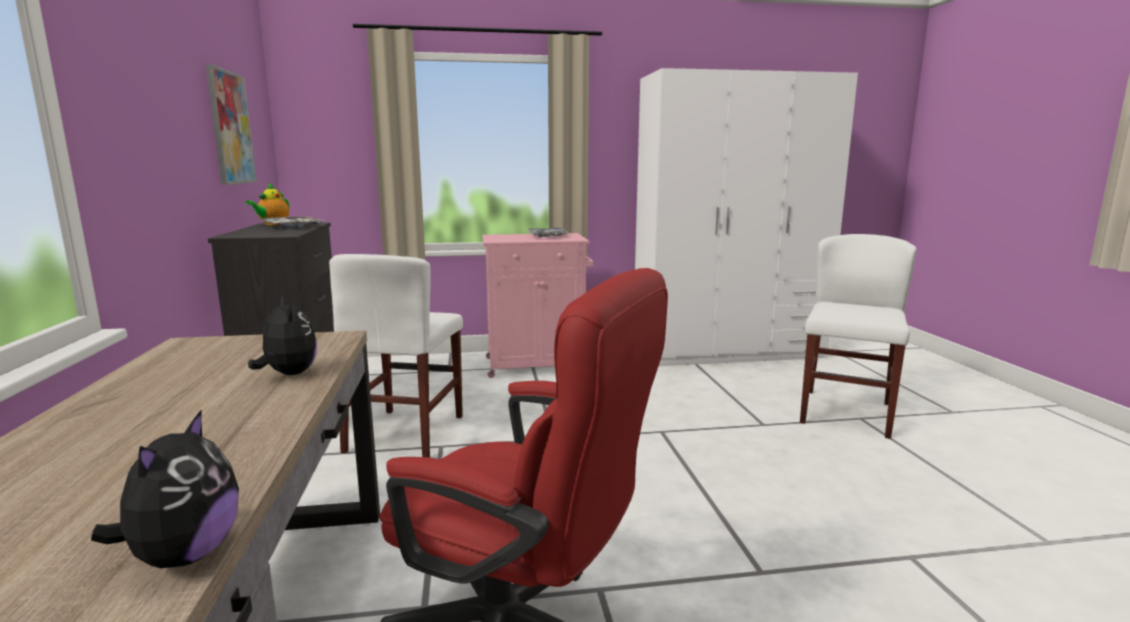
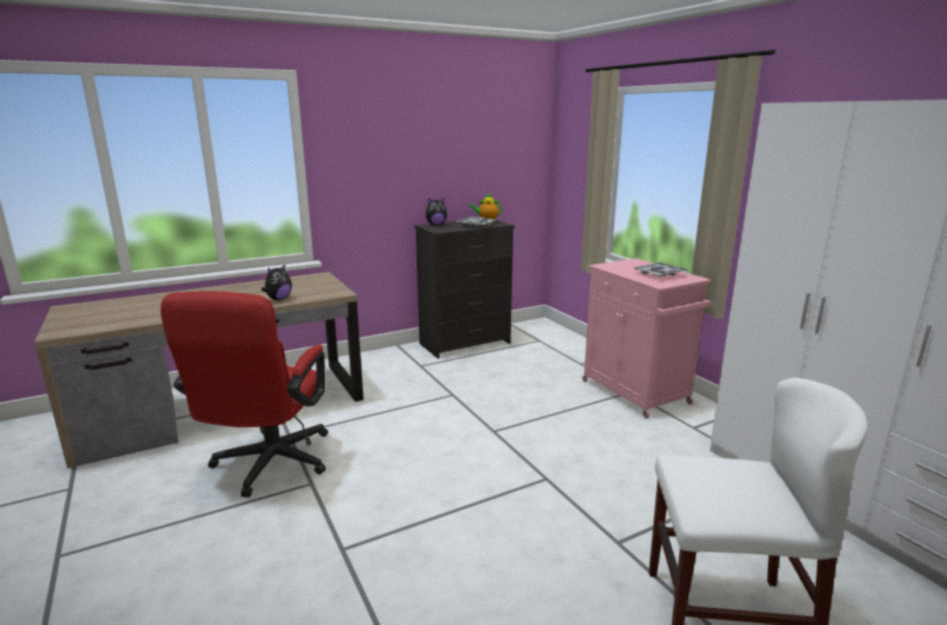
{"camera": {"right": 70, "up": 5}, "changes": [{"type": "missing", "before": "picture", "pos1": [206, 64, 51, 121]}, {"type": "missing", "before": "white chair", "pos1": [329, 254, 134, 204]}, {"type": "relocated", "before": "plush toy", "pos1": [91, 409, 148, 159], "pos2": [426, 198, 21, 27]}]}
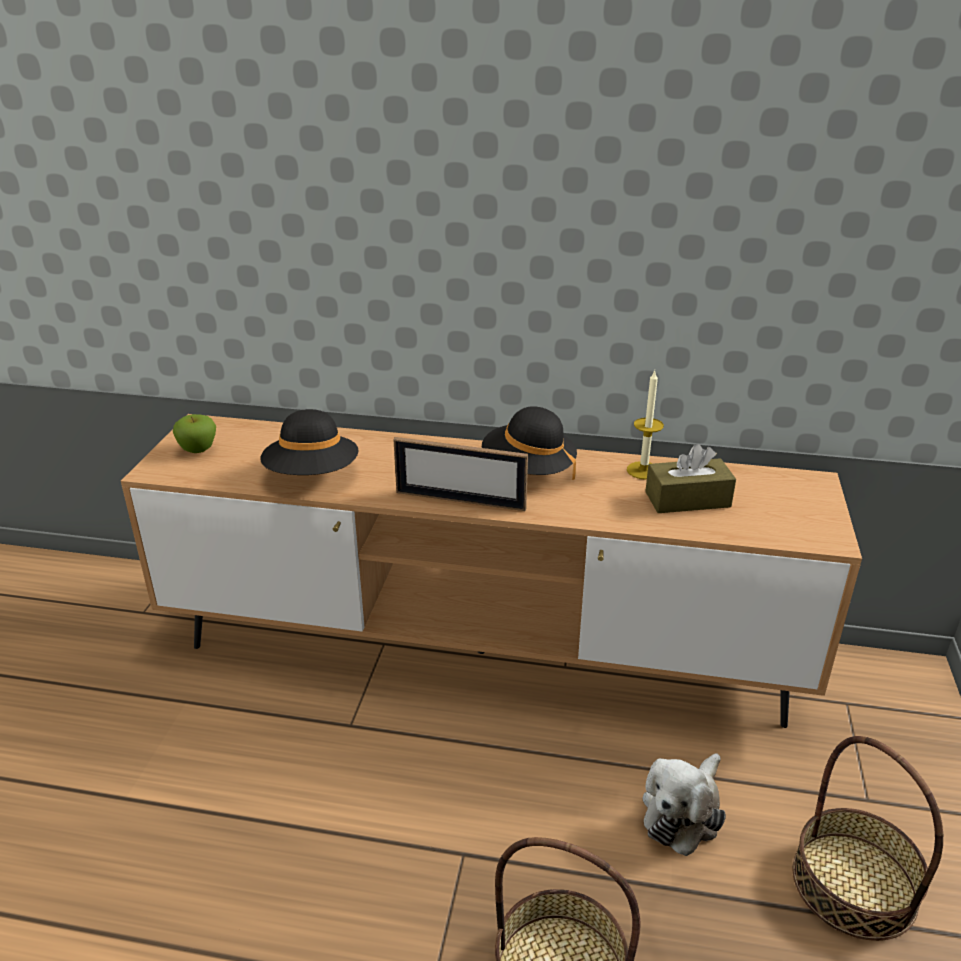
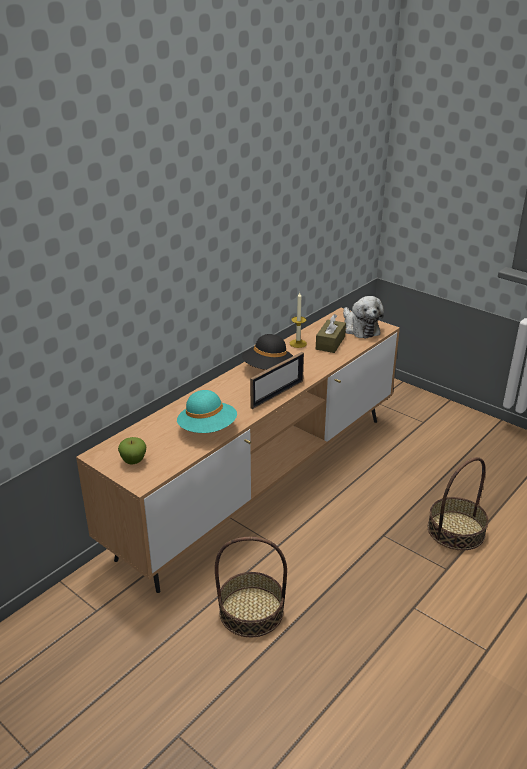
{"camera": {"right": -60, "up": 0}, "changes": [{"type": "relocated", "before": "plush toy", "pos1": [643, 753, 83, 103], "pos2": [343, 296, 41, 43]}, {"type": "relocated", "before": "basket", "pos1": [792, 736, 151, 205], "pos2": [215, 537, 72, 100]}, {"type": "colour", "before": "black hat", "after": "turquoise hat", "pos1": [260, 409, 98, 66], "pos2": [177, 390, 60, 43]}]}
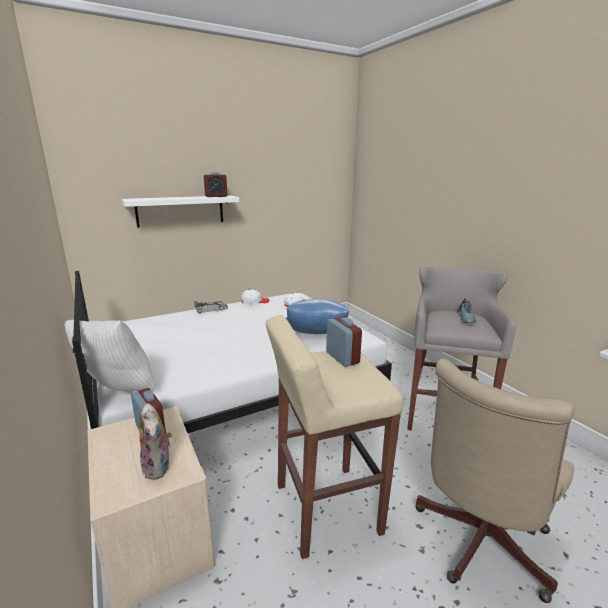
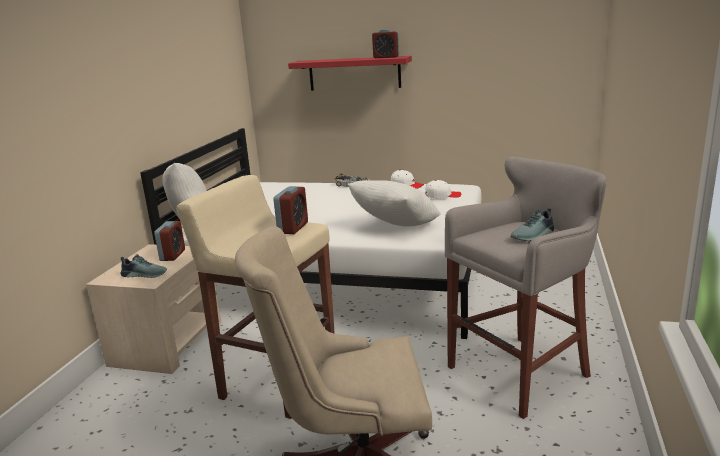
{"camera": {"right": 45, "up": 0}, "changes": [{"type": "exchanged", "before": "plush toy", "after": "shoe", "pos1": [139, 403, 33, 77], "pos2": [120, 254, 47, 24]}, {"type": "colour", "before": "white shelf", "after": "red shelf", "pos1": [121, 195, 118, 33], "pos2": [288, 56, 124, 35]}, {"type": "colour", "before": "blue pillow", "after": "white pillow", "pos1": [286, 299, 63, 35], "pos2": [348, 180, 93, 46]}]}
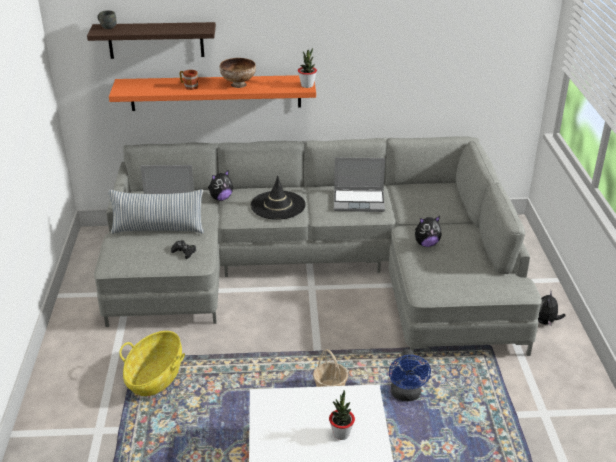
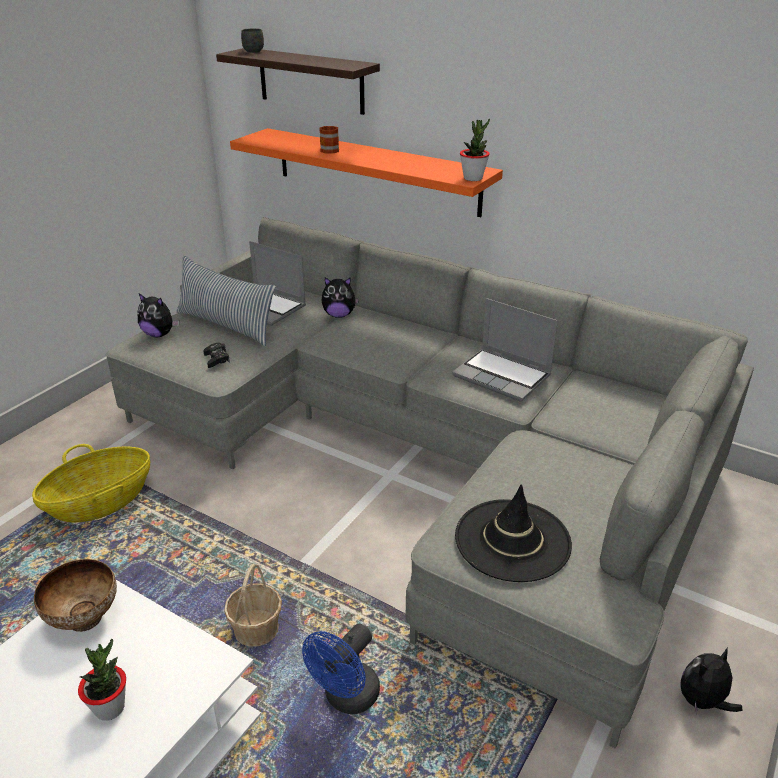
{"camera": {"right": 35, "up": 0}, "changes": [{"type": "relocated", "before": "bowl", "pos1": [220, 58, 36, 30], "pos2": [34, 559, 83, 73]}, {"type": "relocated", "before": "black hat", "pos1": [251, 175, 54, 45], "pos2": [455, 484, 117, 98]}, {"type": "relocated", "before": "plush toy", "pos1": [415, 216, 27, 31], "pos2": [137, 293, 42, 44]}]}
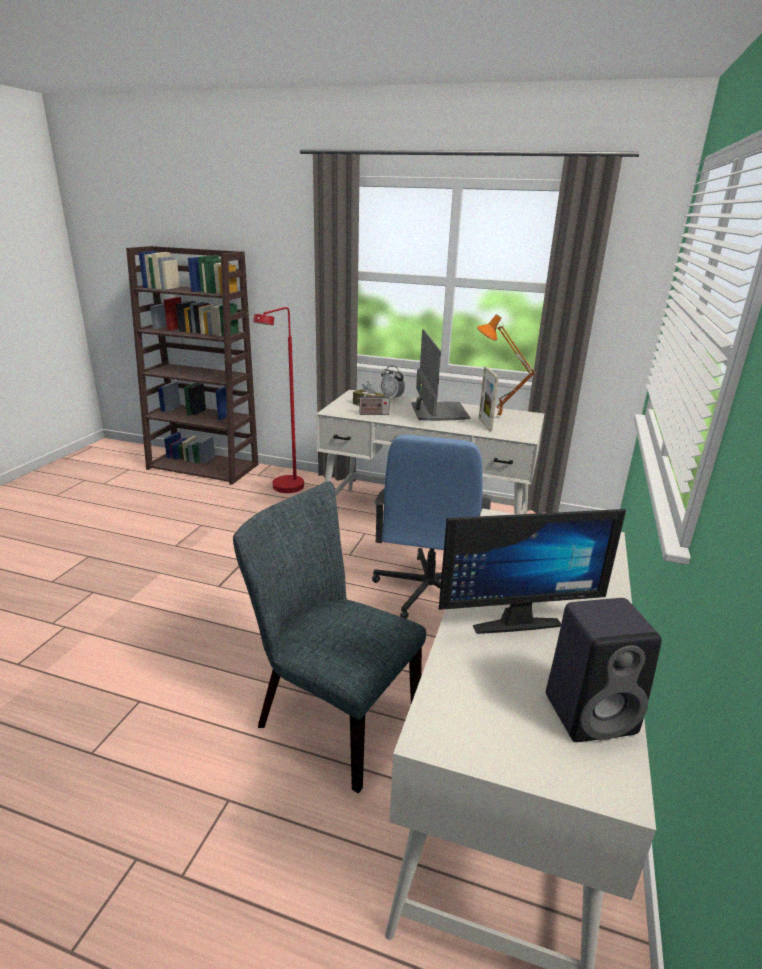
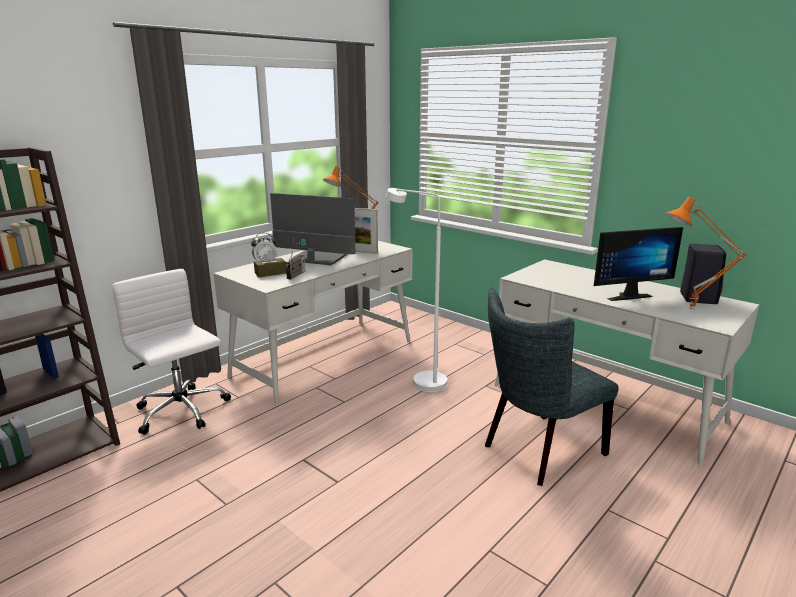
{"camera": {"right": -65, "up": -5}, "changes": [{"type": "appeared", "after": "orange table lamp", "pos2": [666, 197, 81, 112]}, {"type": "exchanged", "before": "red floor lamp", "after": "white office chair", "pos1": [253, 307, 51, 186], "pos2": [112, 269, 119, 166]}, {"type": "exchanged", "before": "blue office chair", "after": "white floor lamp", "pos1": [372, 435, 119, 184], "pos2": [386, 188, 61, 204]}, {"type": "spun", "before": "monitor", "pos1": [439, 509, 187, 125], "pos2": [594, 227, 89, 74], "turn": 60}]}
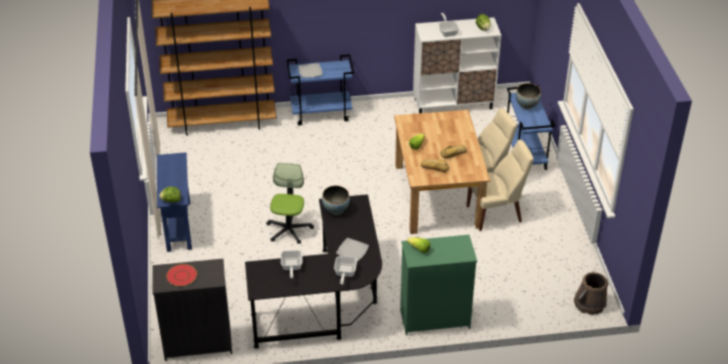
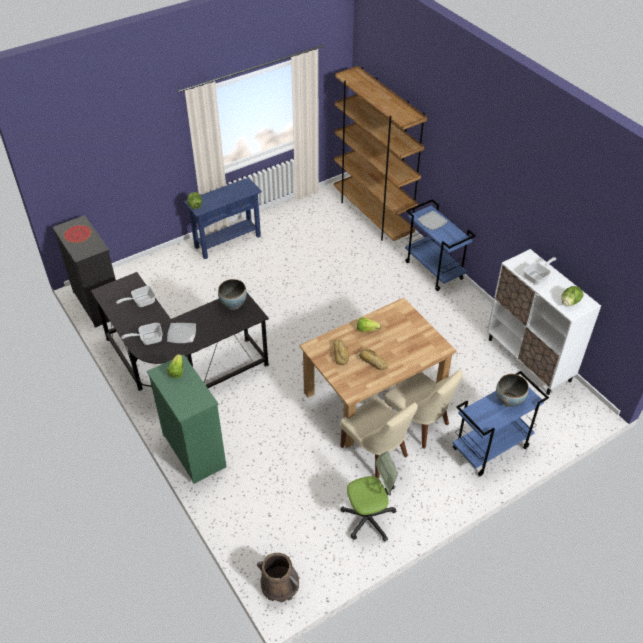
{"camera": {"right": 65, "up": 5}, "changes": [{"type": "relocated", "before": "office chair", "pos1": [266, 163, 48, 81], "pos2": [340, 452, 58, 90]}]}
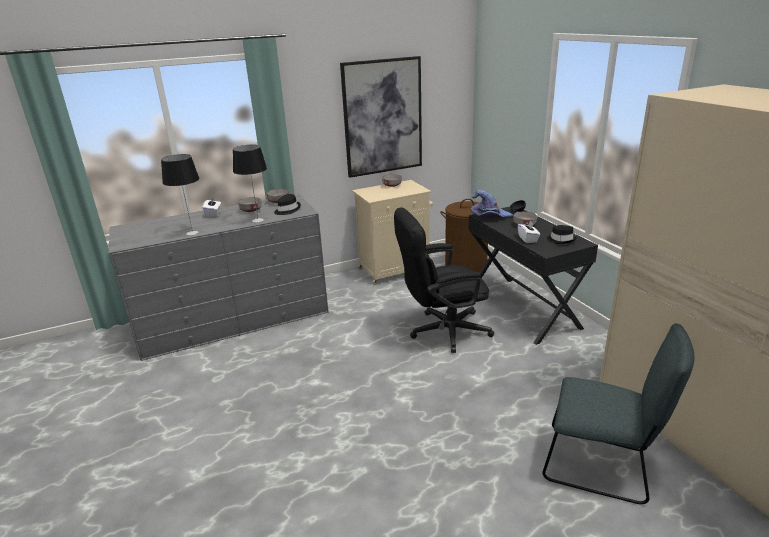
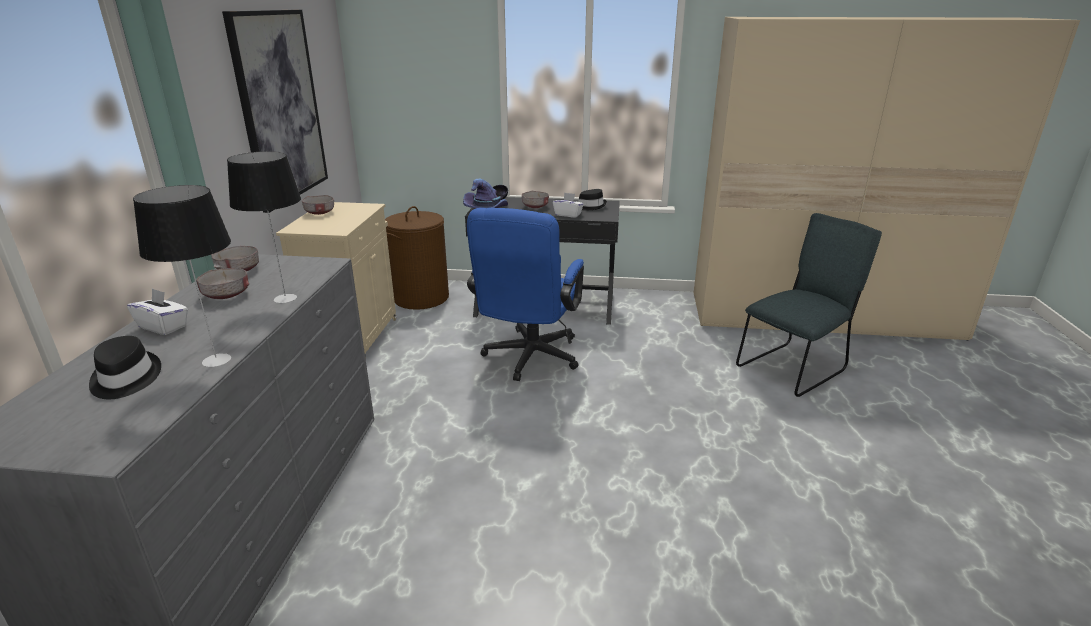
{"camera": {"right": -60, "up": 0}, "changes": [{"type": "relocated", "before": "black hat", "pos1": [274, 194, 27, 21], "pos2": [89, 336, 72, 63]}, {"type": "colour", "before": "black office chair", "after": "blue office chair", "pos1": [394, 208, 100, 145], "pos2": [467, 208, 117, 173]}]}
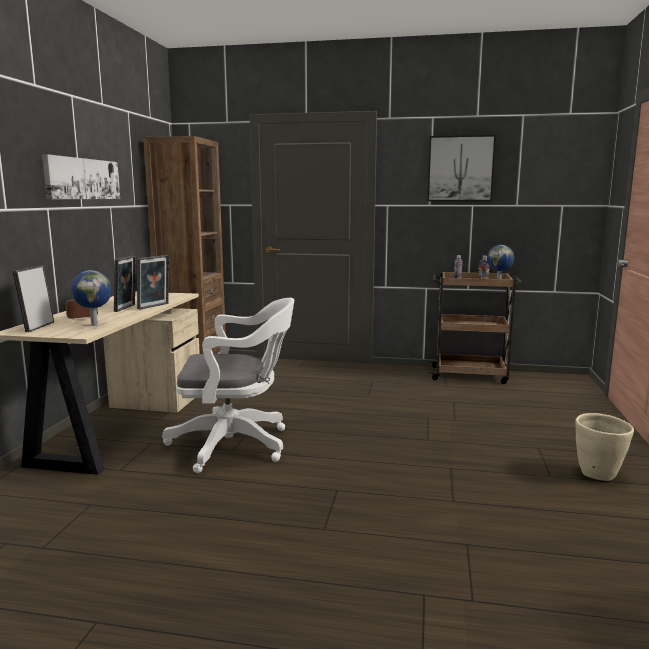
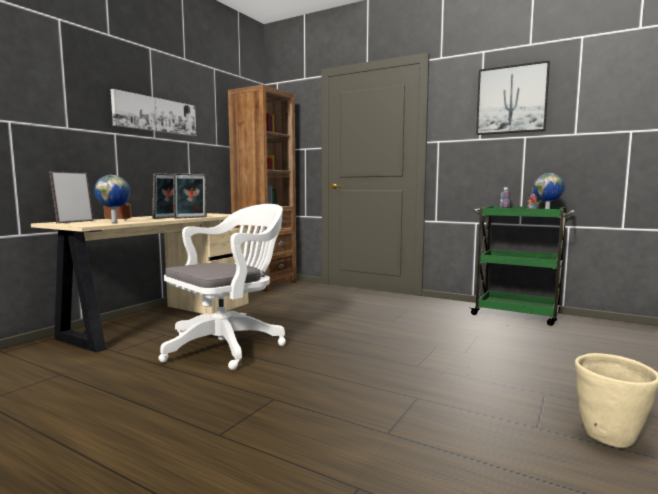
{"camera": {"right": 20, "up": -5}, "changes": [{"type": "colour", "before": "brown cart", "after": "green cart", "pos1": [429, 272, 94, 112], "pos2": [468, 206, 107, 120]}, {"type": "spun", "before": "white office chair", "pos1": [162, 298, 132, 175], "pos2": [159, 204, 127, 166], "turn": -60}]}
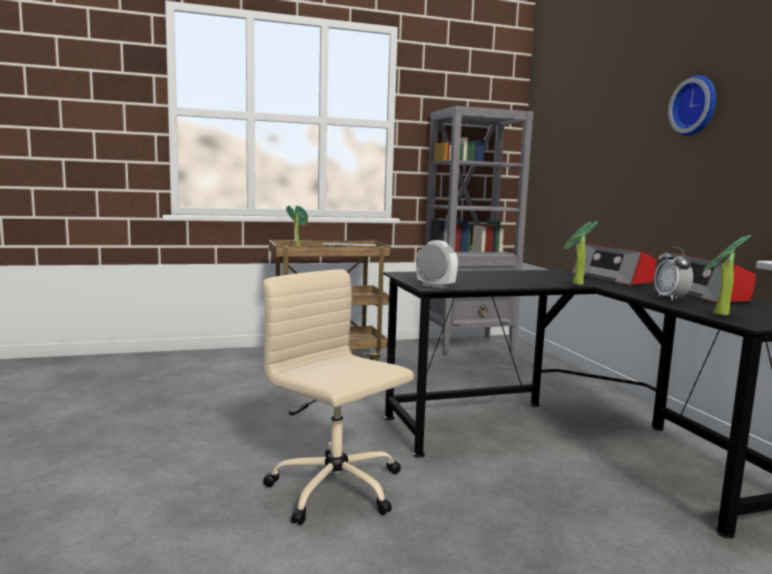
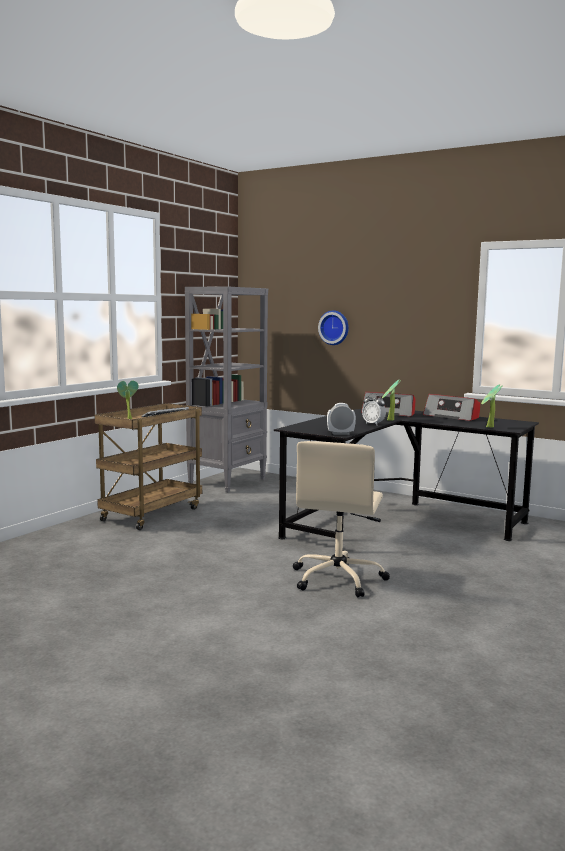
{"camera": {"right": -40, "up": 0}, "changes": [{"type": "relocated", "before": "alarm clock", "pos1": [654, 247, 39, 54], "pos2": [362, 393, 24, 32]}, {"type": "relocated", "before": "wall clock", "pos1": [668, 75, 48, 61], "pos2": [318, 310, 31, 35]}, {"type": "spun", "before": "beige office chair", "pos1": [263, 269, 151, 256], "pos2": [293, 441, 97, 156], "turn": -75}]}
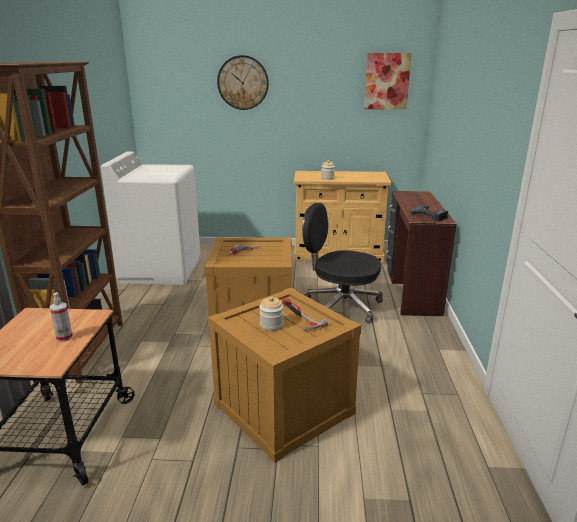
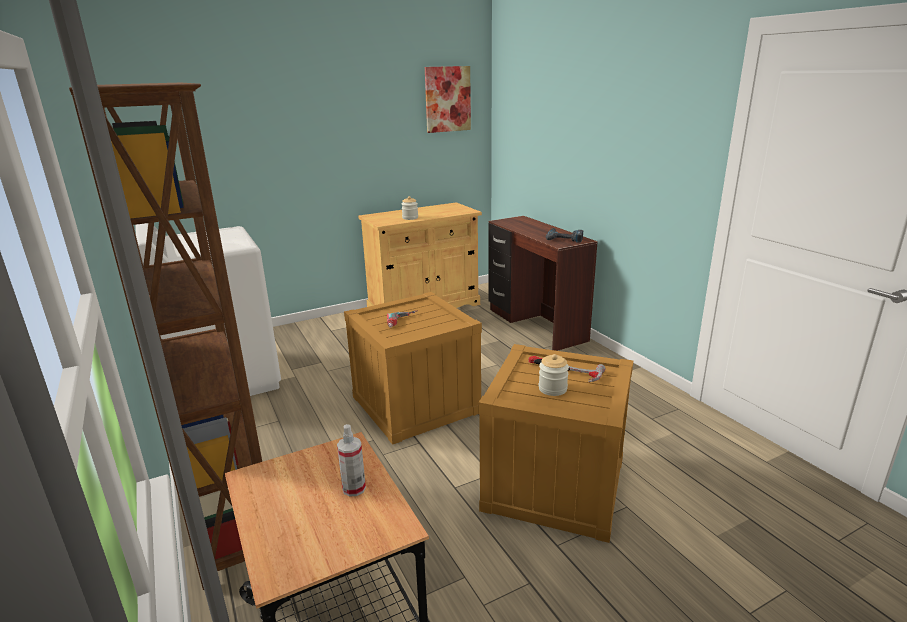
{"camera": {"right": -30, "up": 0}, "changes": [{"type": "missing", "before": "wall clock", "pos1": [217, 55, 52, 55]}, {"type": "missing", "before": "black office chair", "pos1": [302, 203, 81, 120]}]}
